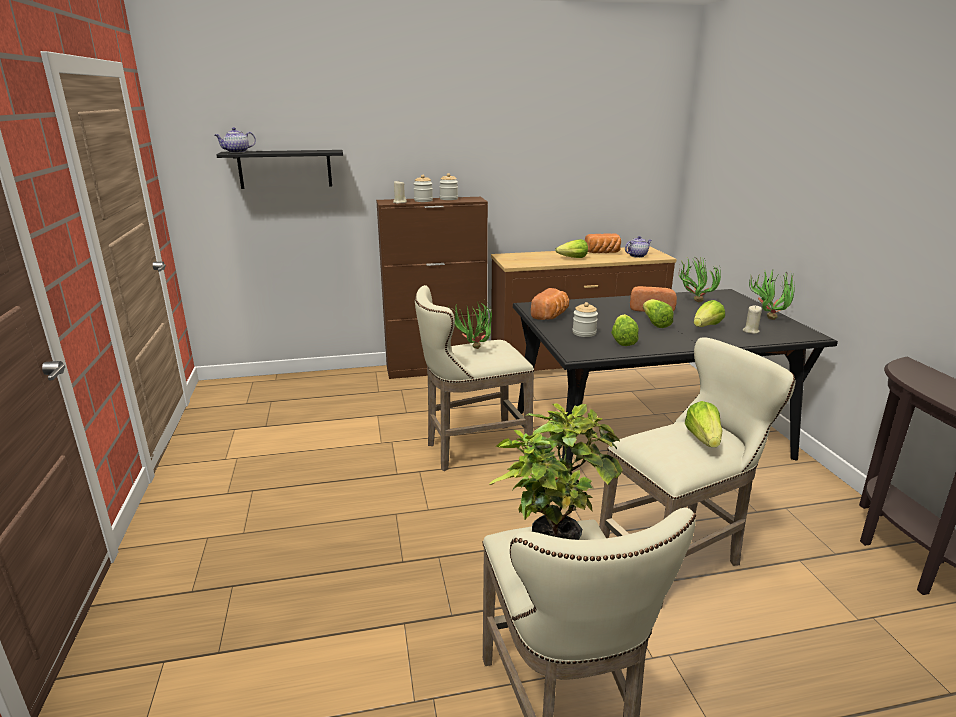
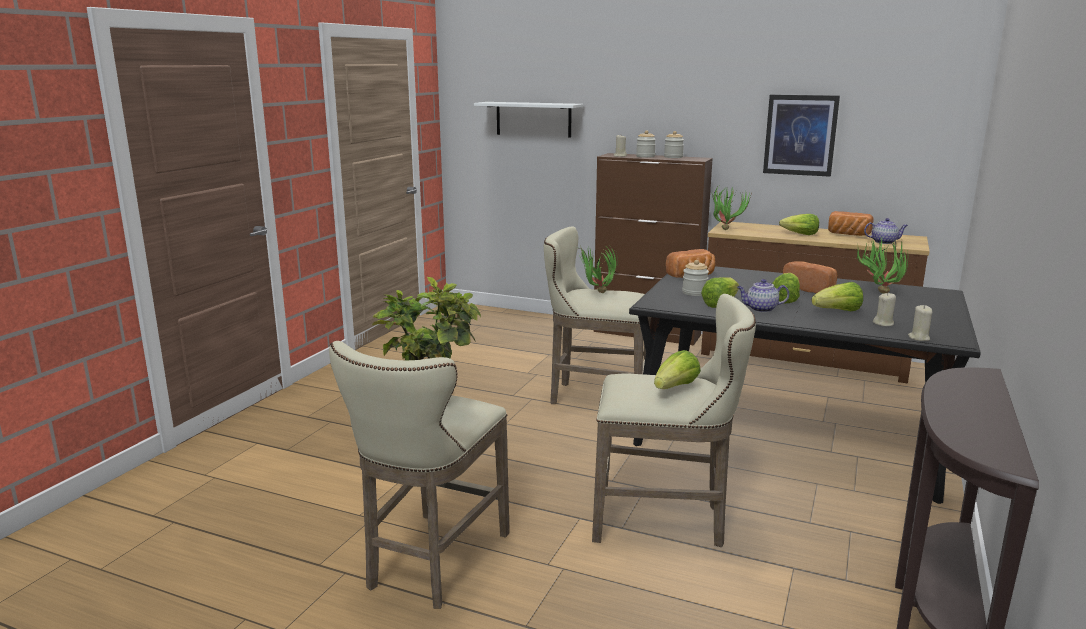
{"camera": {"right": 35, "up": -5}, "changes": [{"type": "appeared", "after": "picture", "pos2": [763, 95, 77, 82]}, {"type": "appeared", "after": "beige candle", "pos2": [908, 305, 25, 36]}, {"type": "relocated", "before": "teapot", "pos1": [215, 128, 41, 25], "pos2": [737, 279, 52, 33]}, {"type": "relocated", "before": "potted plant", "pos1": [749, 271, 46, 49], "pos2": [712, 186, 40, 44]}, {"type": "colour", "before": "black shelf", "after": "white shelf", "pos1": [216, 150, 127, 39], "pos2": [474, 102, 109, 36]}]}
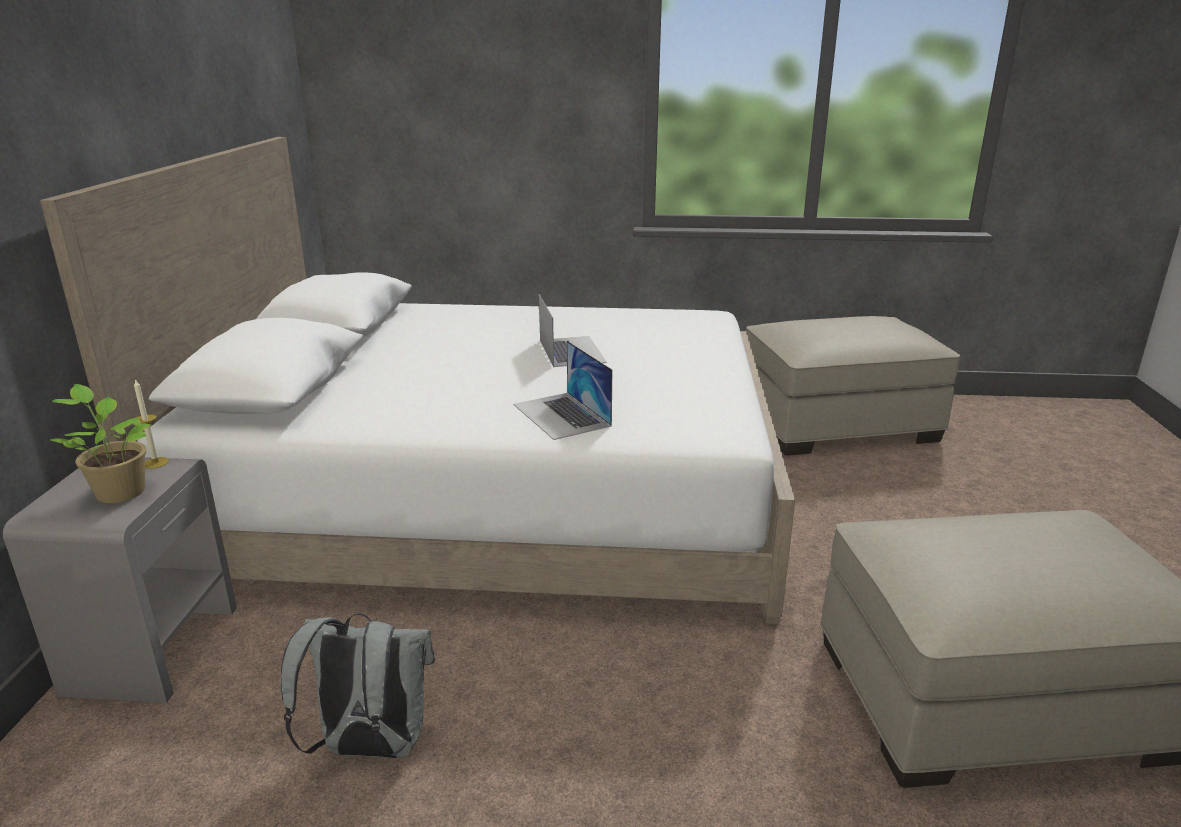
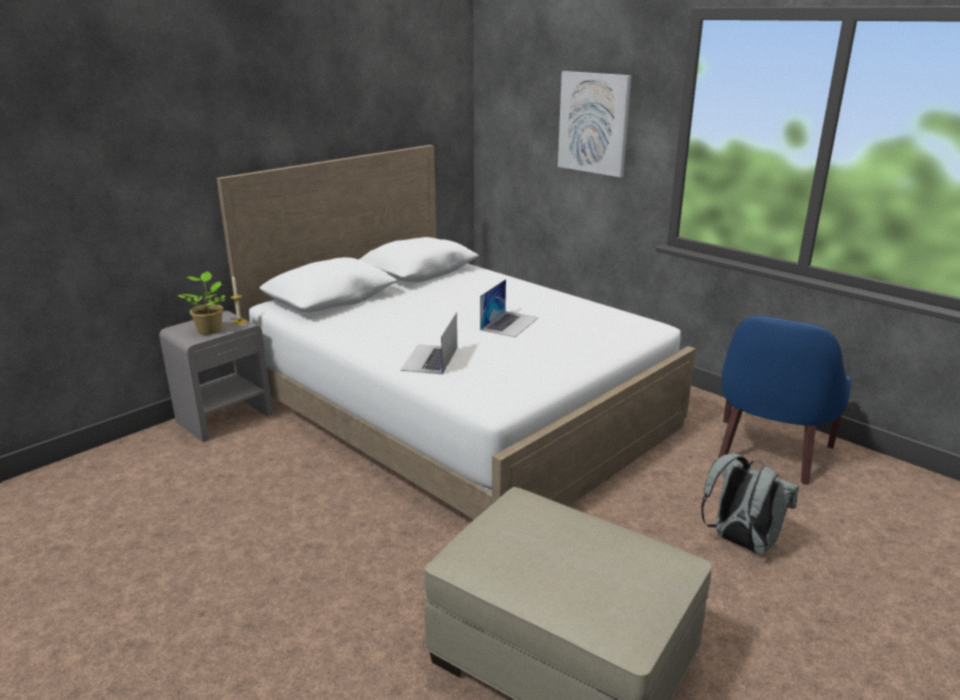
{"camera": {"right": 40, "up": 0}, "changes": [{"type": "appeared", "after": "picture", "pos2": [558, 71, 73, 106]}, {"type": "relocated", "before": "grey backpack", "pos1": [281, 613, 154, 145], "pos2": [701, 454, 98, 100]}, {"type": "exchanged", "before": "beige ottoman", "after": "blue armchair", "pos1": [746, 316, 215, 140], "pos2": [718, 316, 133, 169]}]}
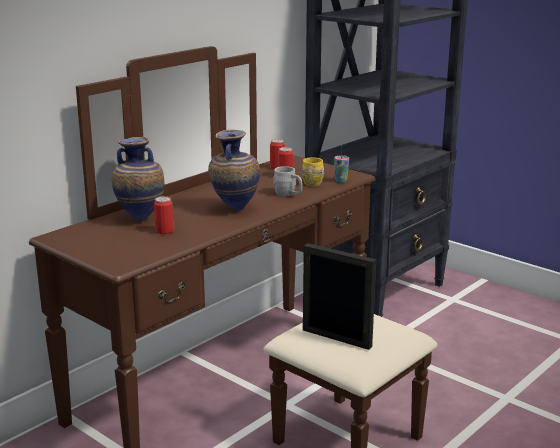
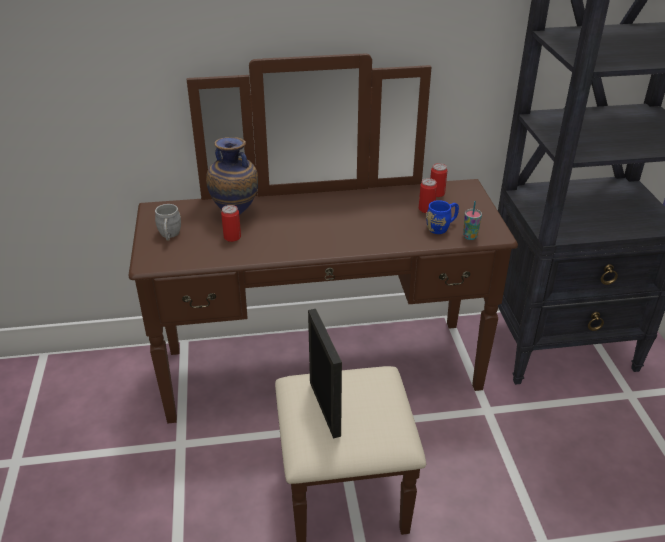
{"camera": {"right": 40, "up": 15}, "changes": [{"type": "missing", "before": "vase", "pos1": [208, 130, 52, 81]}, {"type": "relocated", "before": "grey mug", "pos1": [273, 166, 30, 30], "pos2": [155, 204, 26, 37]}, {"type": "colour", "before": "yellow mug", "after": "blue mug", "pos1": [302, 157, 22, 29], "pos2": [426, 200, 33, 34]}]}
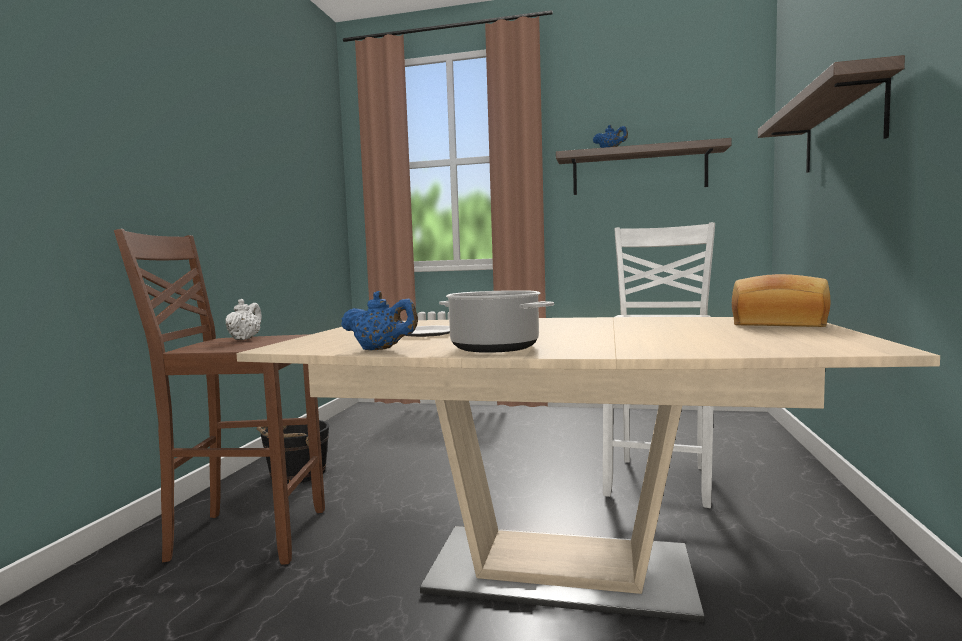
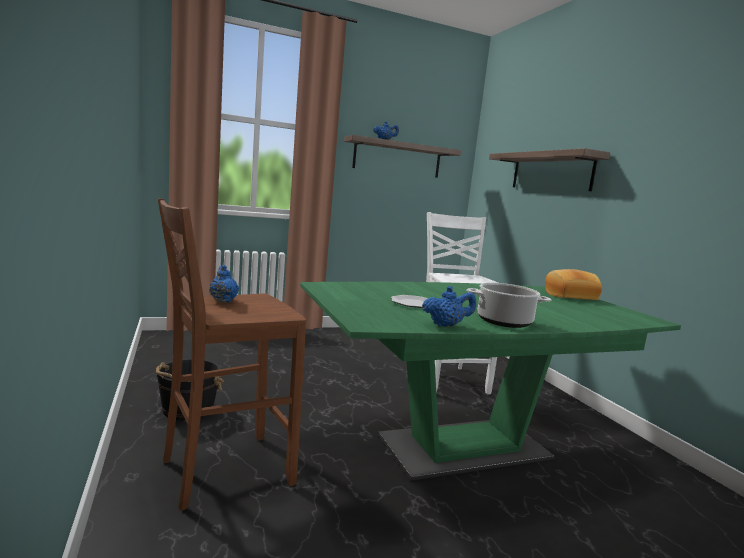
{"camera": {"right": -35, "up": 5}, "changes": [{"type": "colour", "before": "white teapot", "after": "blue teapot", "pos1": [225, 299, 37, 41], "pos2": [209, 265, 30, 37]}, {"type": "colour", "before": "beige dining table", "after": "green dining table", "pos1": [237, 317, 703, 306], "pos2": [300, 282, 381, 199]}]}
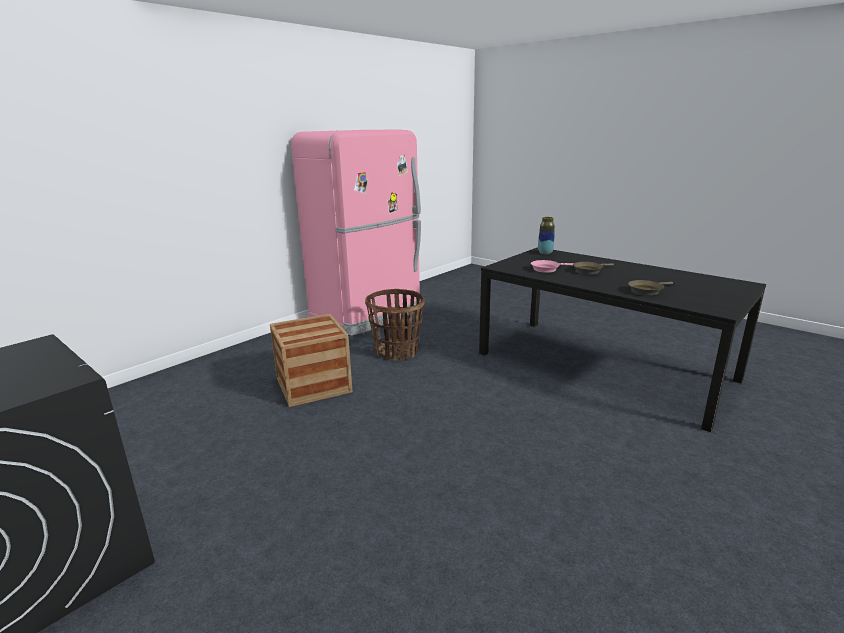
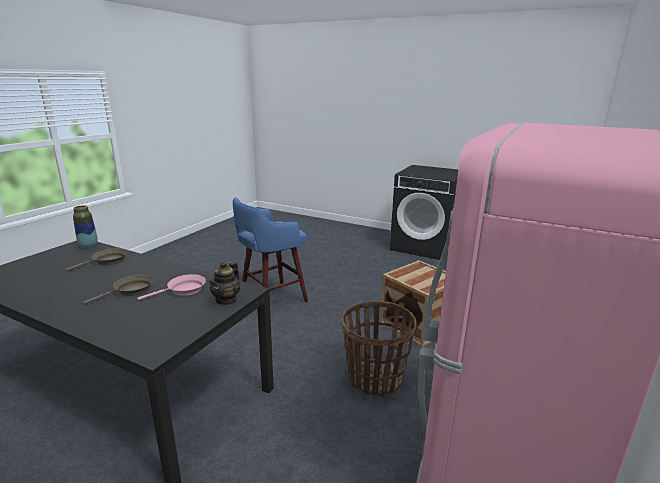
{"camera": {"right": 165, "up": 0}, "changes": [{"type": "appeared", "after": "teapot", "pos2": [208, 261, 32, 44]}, {"type": "appeared", "after": "blue stool", "pos2": [233, 198, 75, 104]}, {"type": "relocated", "before": "vase", "pos1": [538, 217, 17, 37], "pos2": [73, 205, 25, 43]}]}
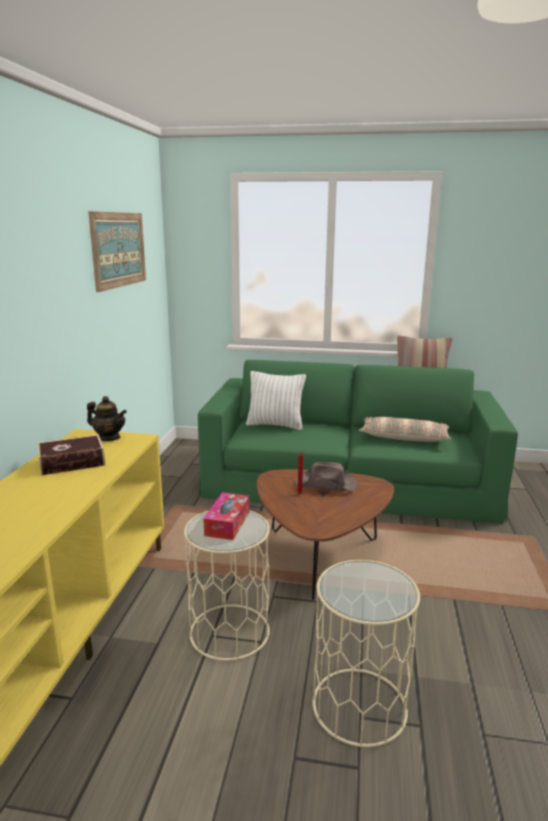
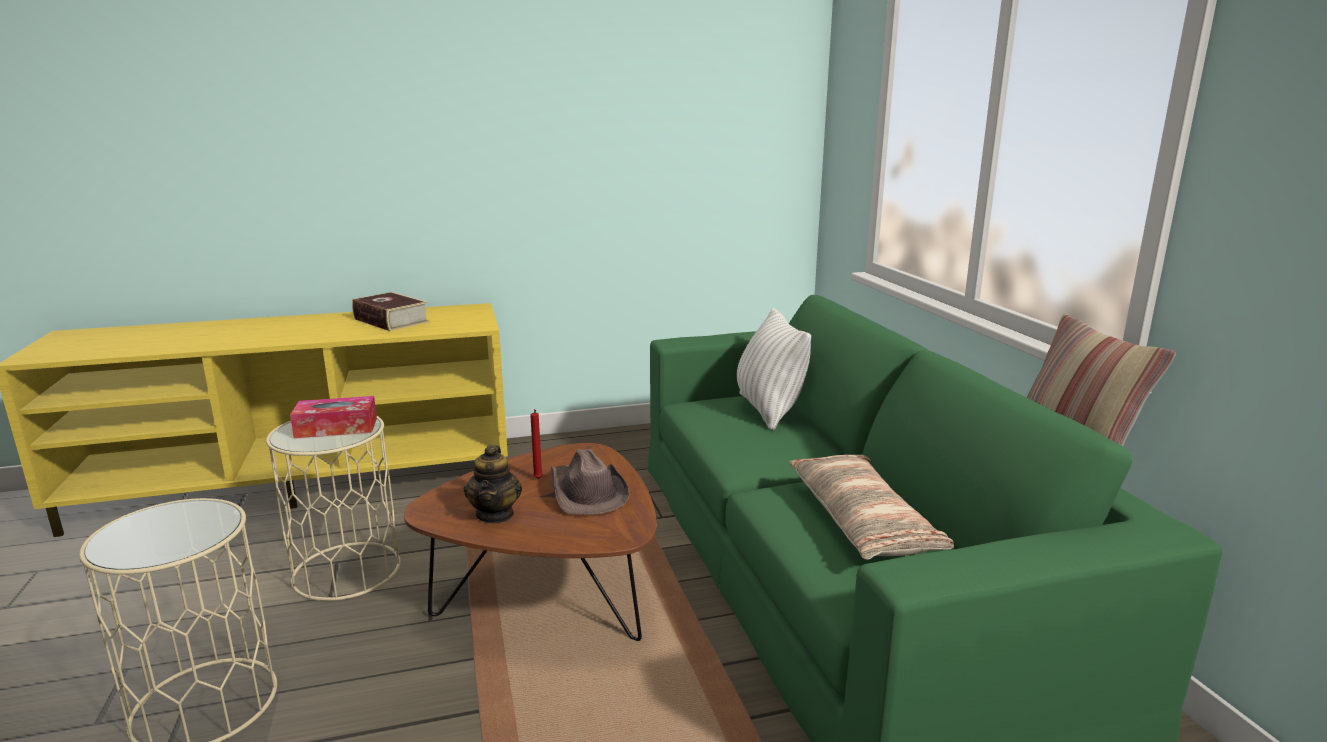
{"camera": {"right": 65, "up": 0}, "changes": [{"type": "missing", "before": "picture", "pos1": [88, 211, 58, 81]}, {"type": "relocated", "before": "teapot", "pos1": [87, 396, 40, 45], "pos2": [464, 445, 58, 78]}]}
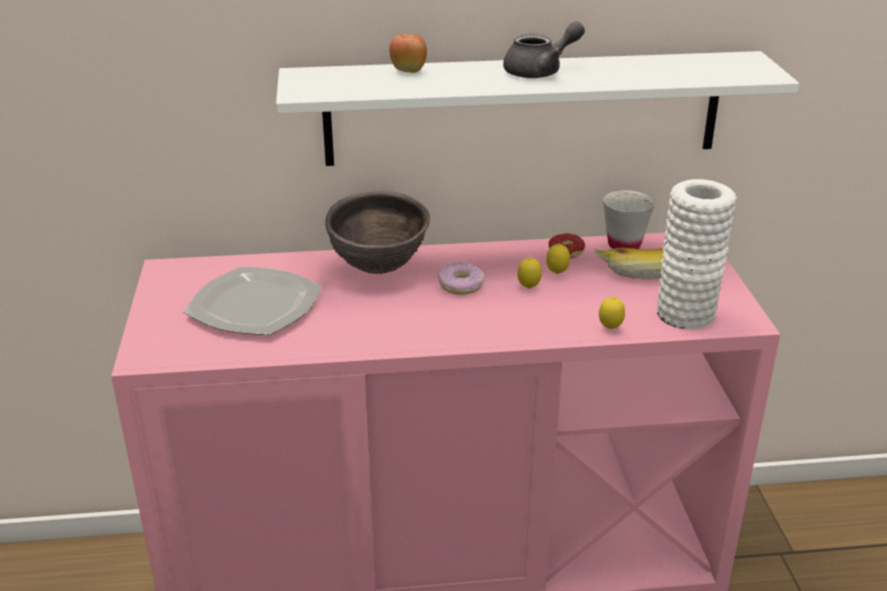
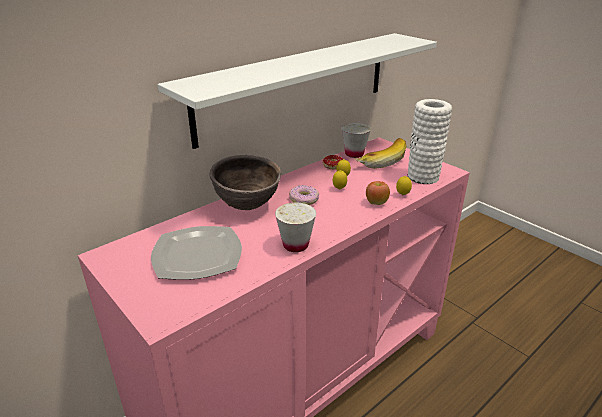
{"camera": {"right": -35, "up": 0}, "changes": [{"type": "missing", "before": "grey teapot", "pos1": [503, 21, 82, 57]}, {"type": "appeared", "after": "white cup", "pos2": [275, 203, 41, 49]}, {"type": "relocated", "before": "apple", "pos1": [389, 34, 38, 39], "pos2": [366, 181, 24, 24]}]}
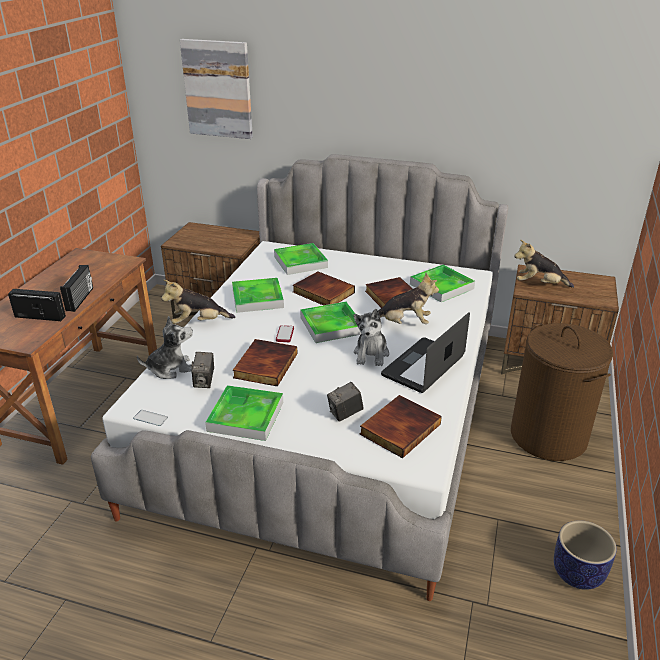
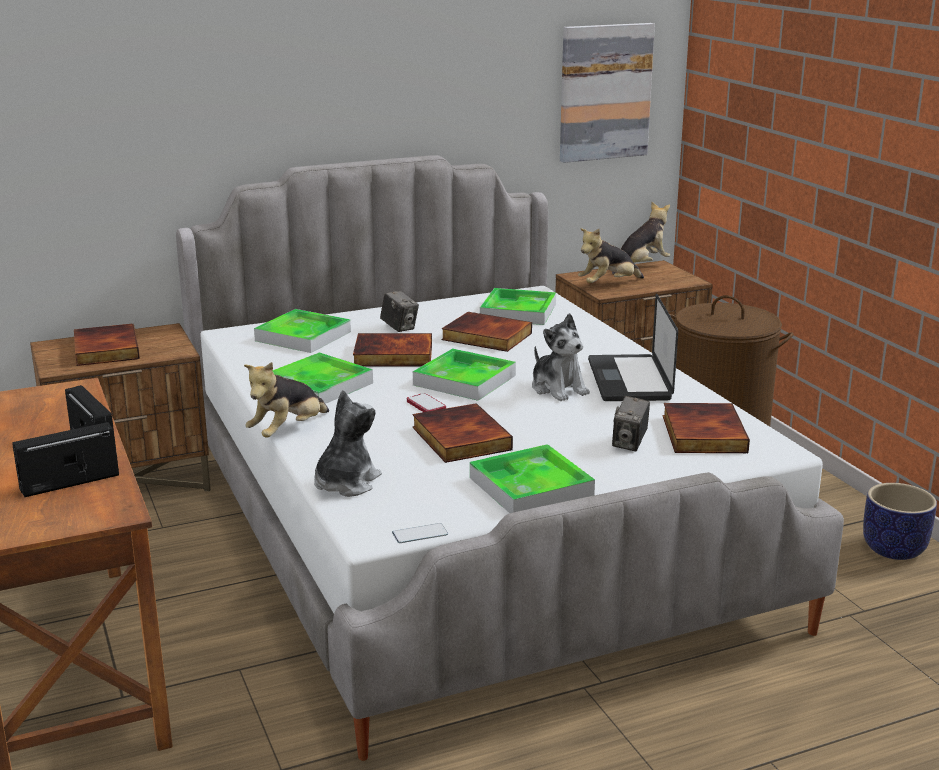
{"camera": {"right": -40, "up": -10}, "changes": [{"type": "appeared", "after": "book", "pos2": [74, 324, 66, 42]}, {"type": "relocated", "before": "picture", "pos1": [180, 39, 73, 100], "pos2": [560, 23, 95, 140]}, {"type": "relocated", "before": "photo camera", "pos1": [191, 352, 23, 36], "pos2": [380, 291, 39, 41]}, {"type": "relocated", "before": "plush toy", "pos1": [378, 273, 61, 51], "pos2": [612, 202, 58, 73]}]}
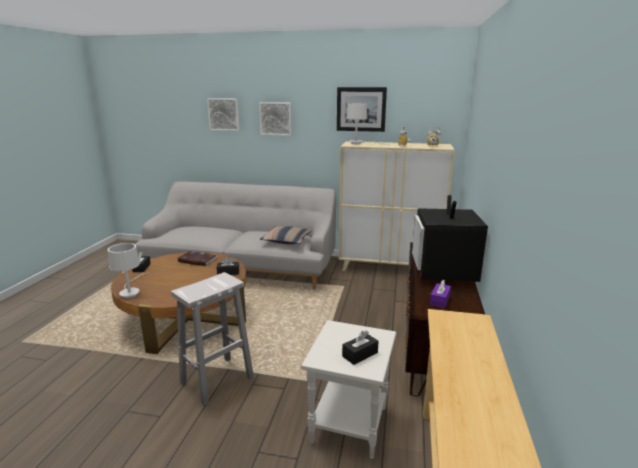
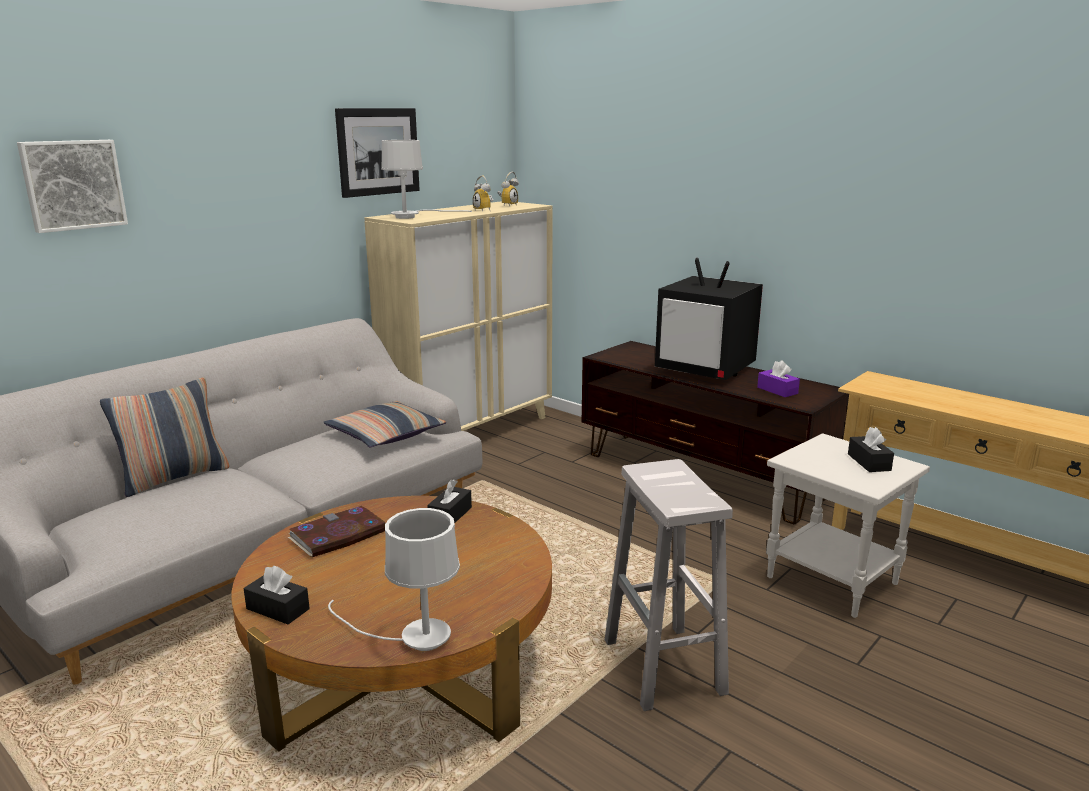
{"camera": {"right": -60, "up": 0}, "changes": [{"type": "missing", "before": "picture", "pos1": [259, 102, 32, 33]}, {"type": "appeared", "after": "pillow", "pos2": [100, 377, 129, 120]}]}
